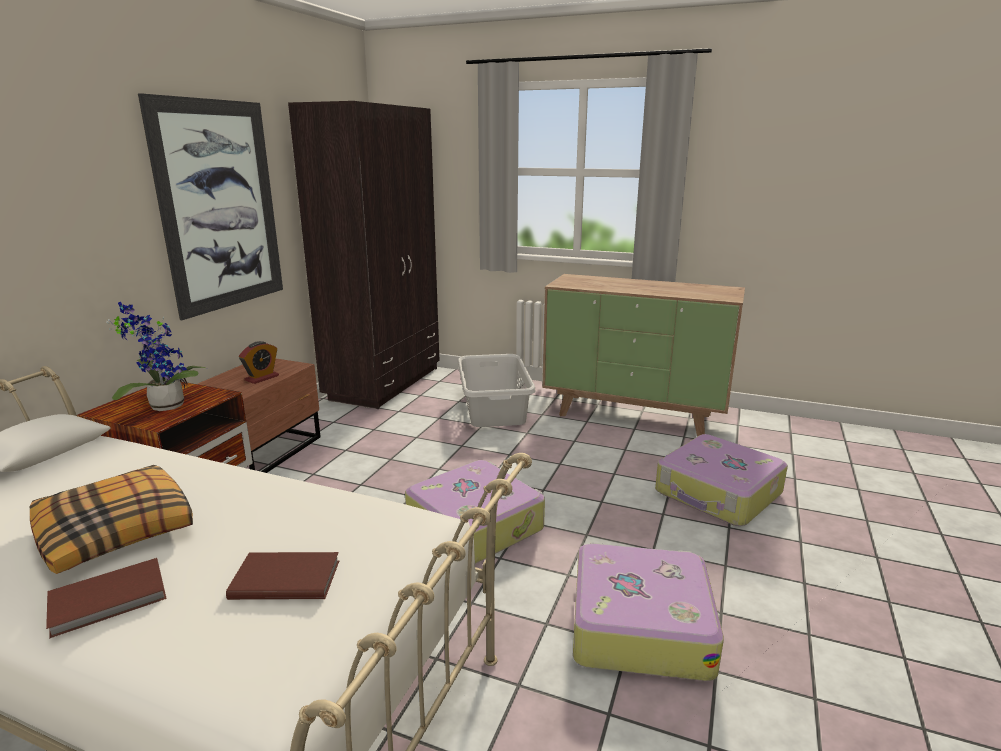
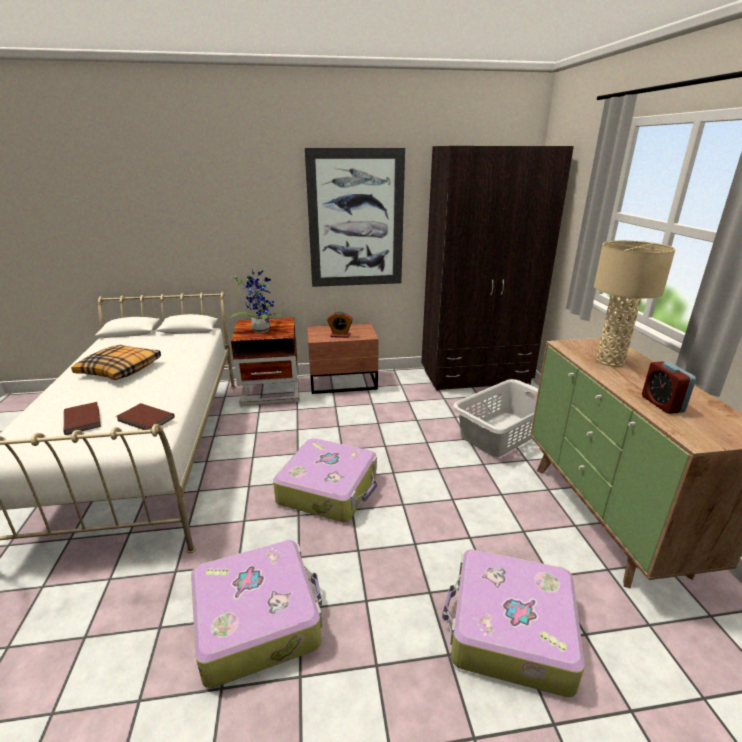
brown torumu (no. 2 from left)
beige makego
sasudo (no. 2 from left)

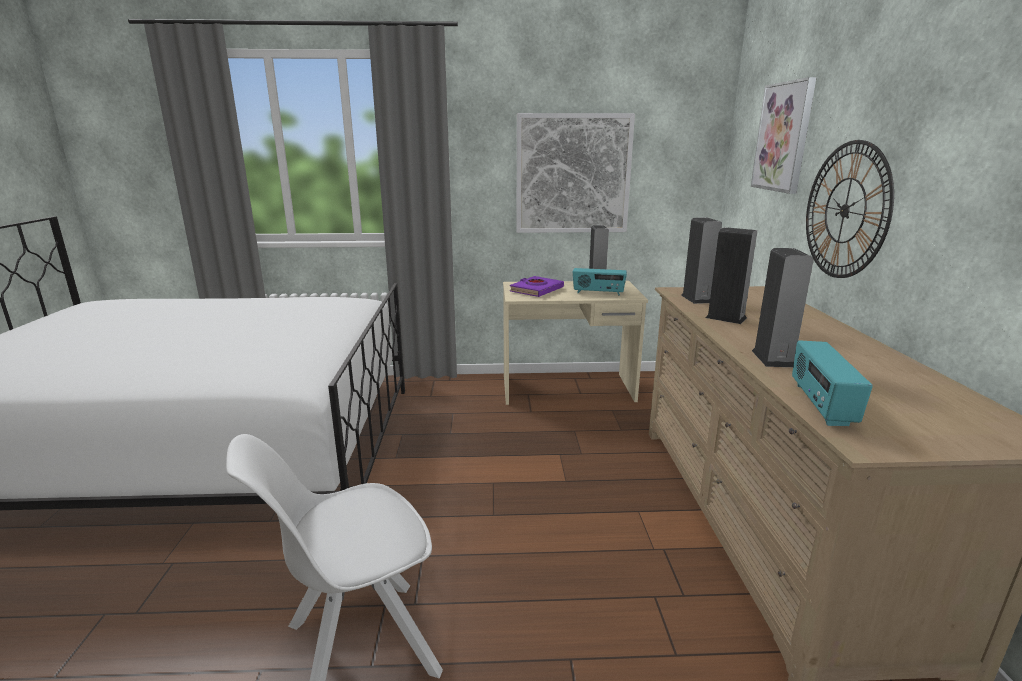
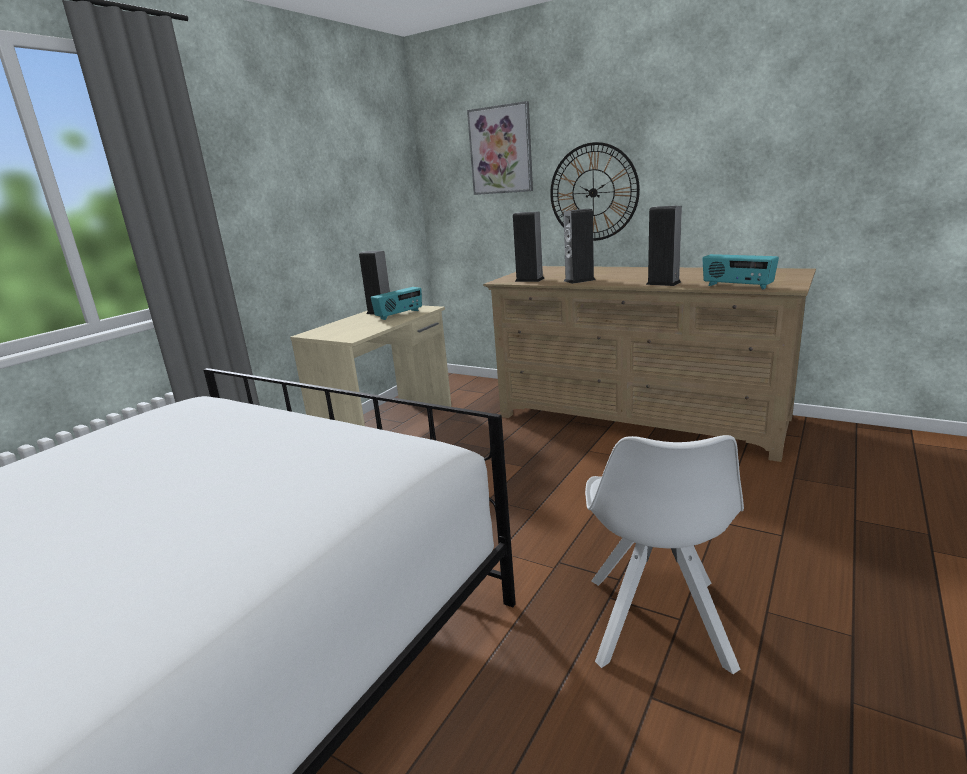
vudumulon (no. 1 from left in the first image)
purple torumu

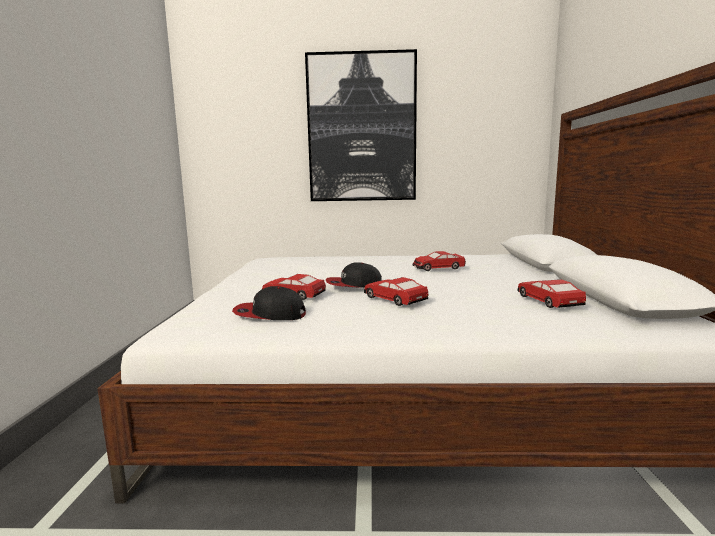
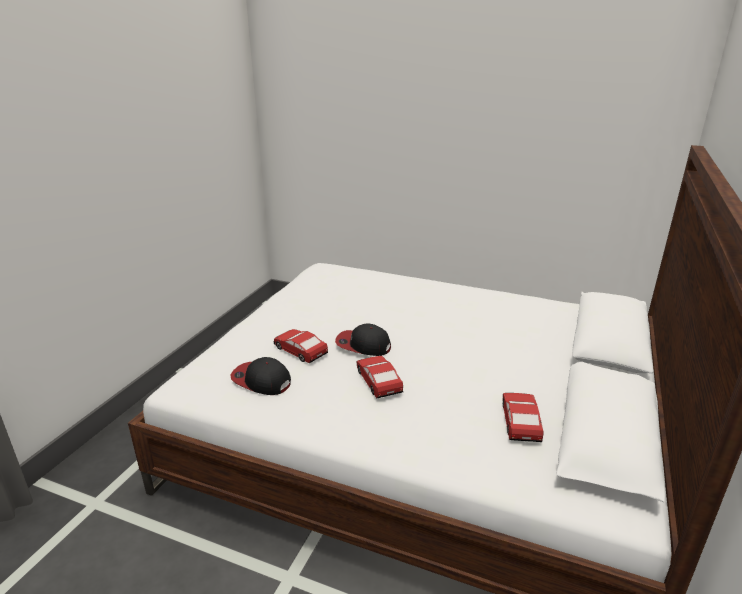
vudumulon
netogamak (no. 3 from left in the first image)

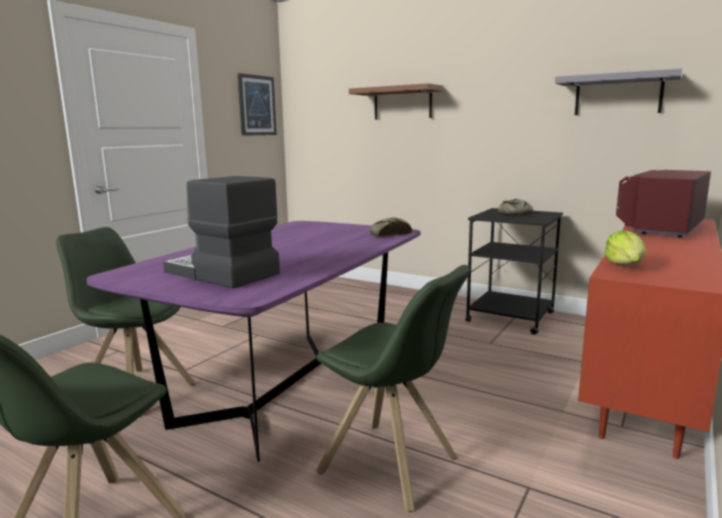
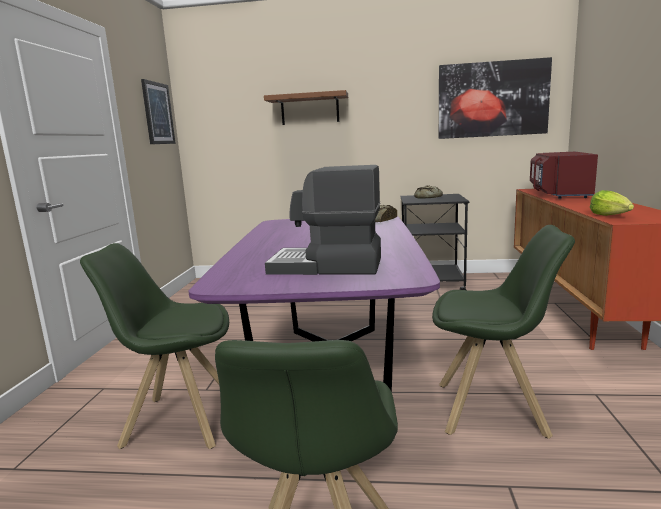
vudumulon (no. 2 from left)

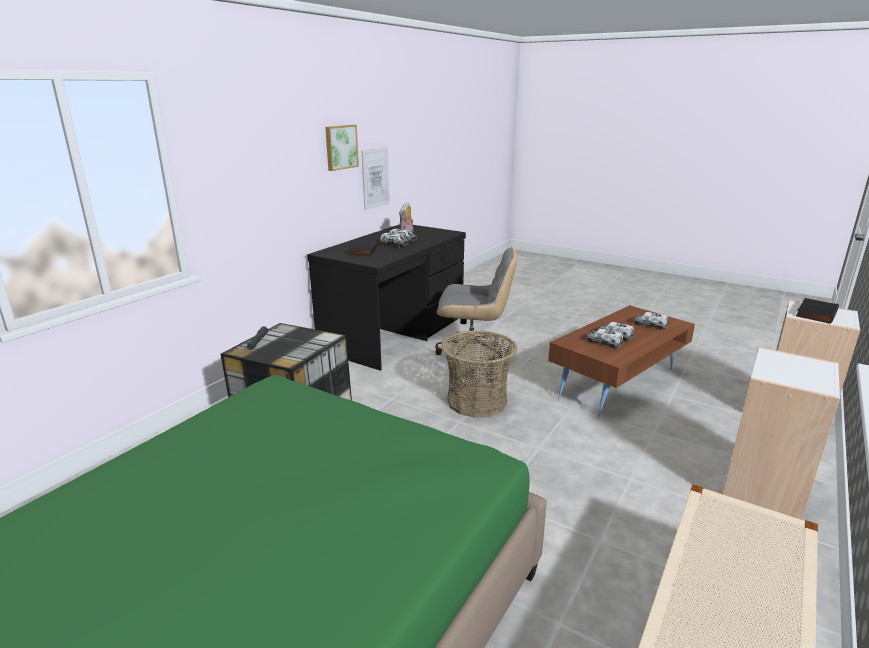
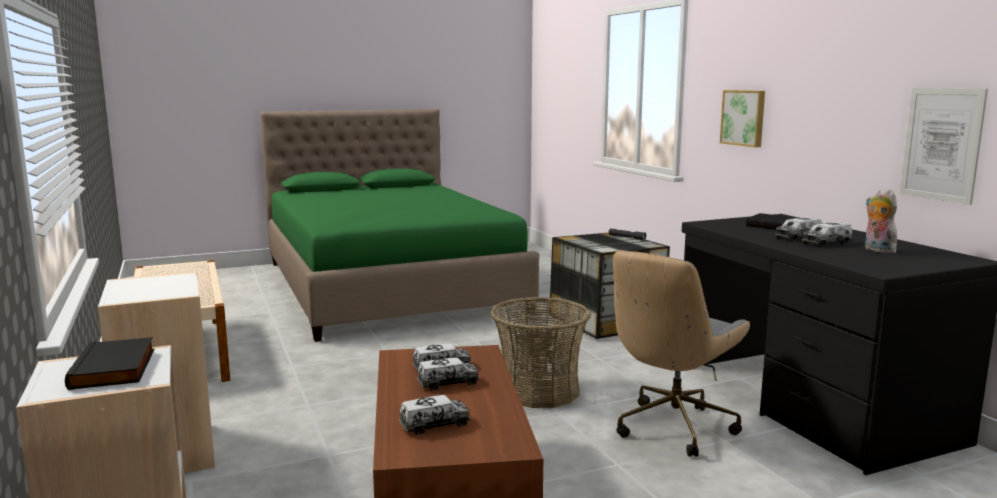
vudumulon (no. 1 from left)

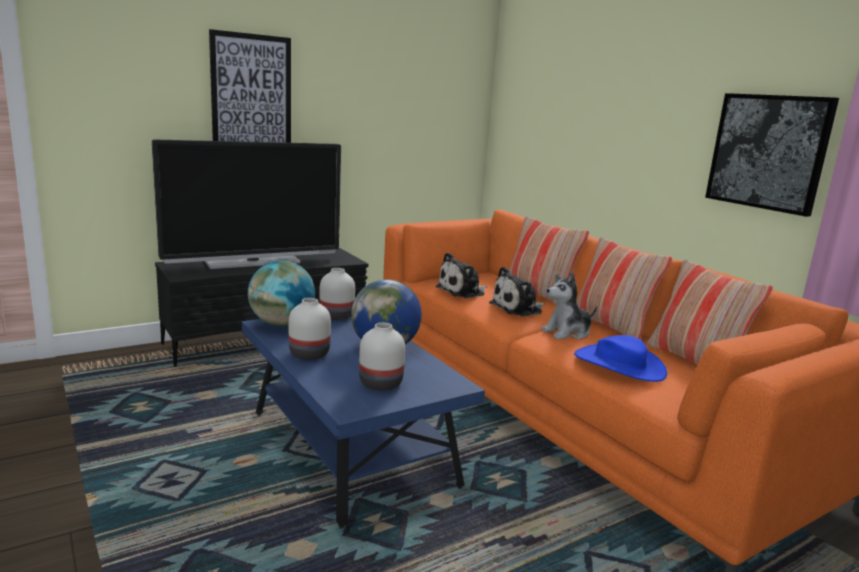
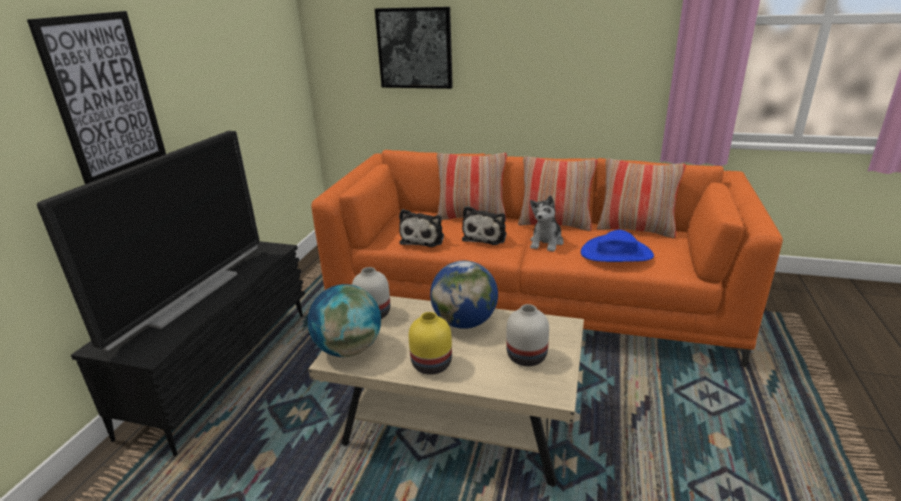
vudumulon (no. 2 from left)
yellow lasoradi
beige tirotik

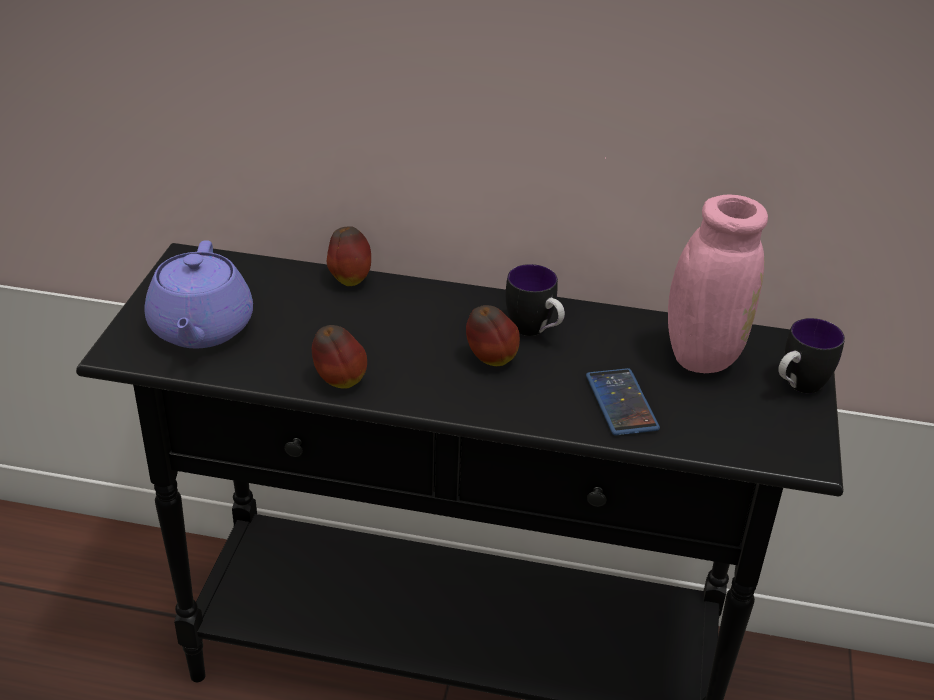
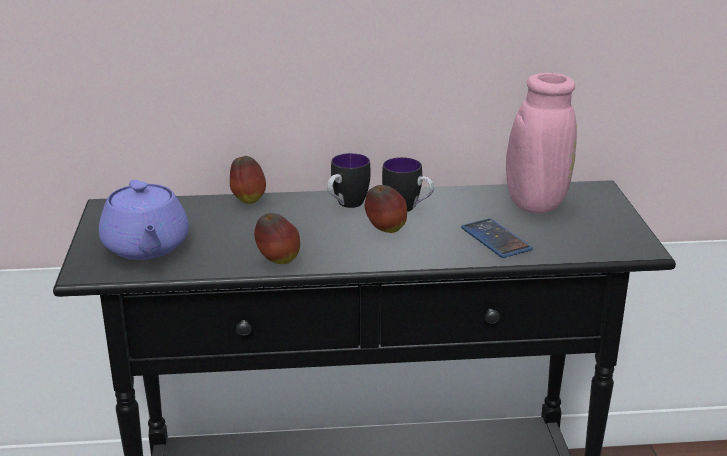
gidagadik (no. 1 from left)

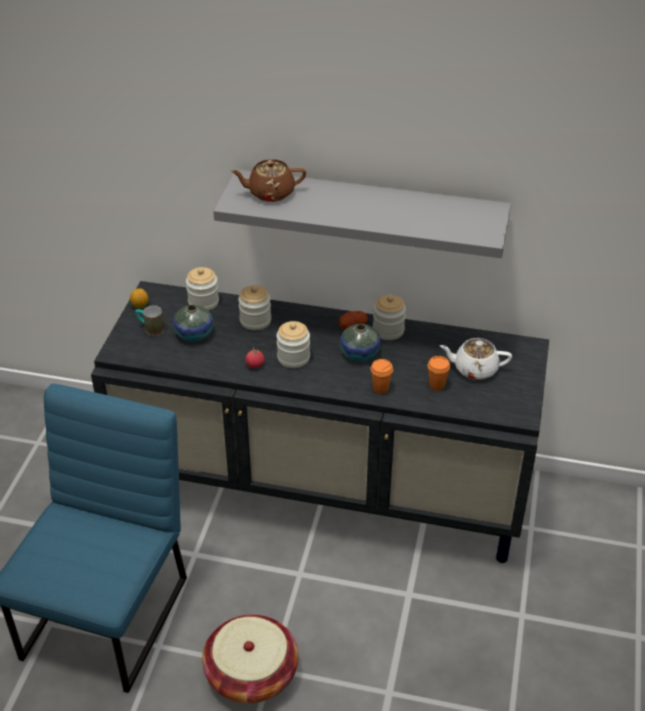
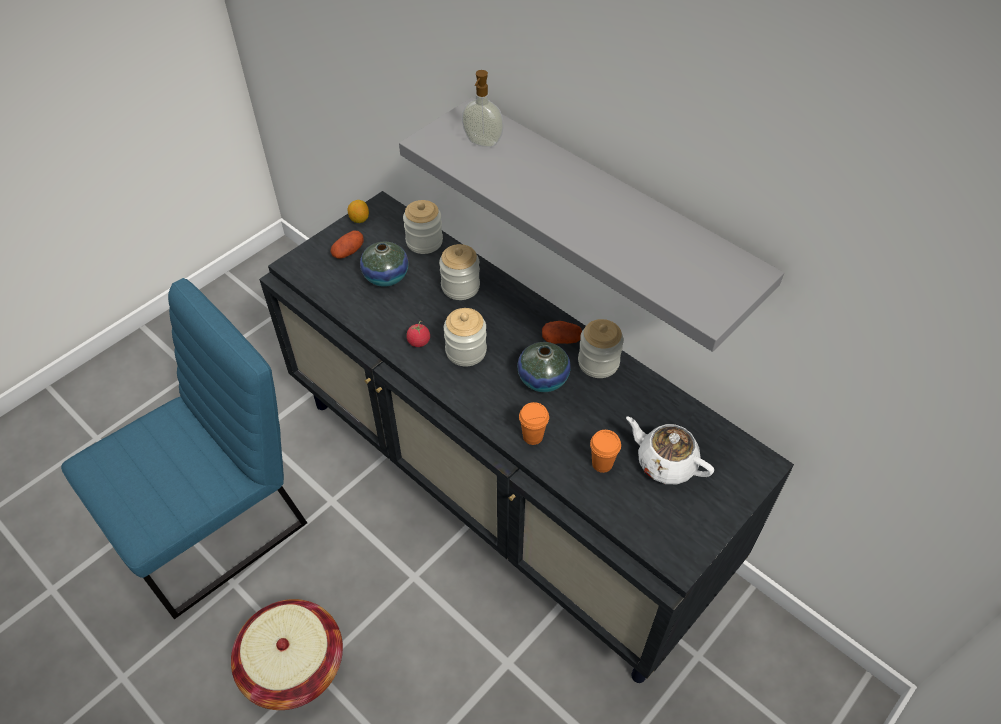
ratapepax
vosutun (no. 1 from left)

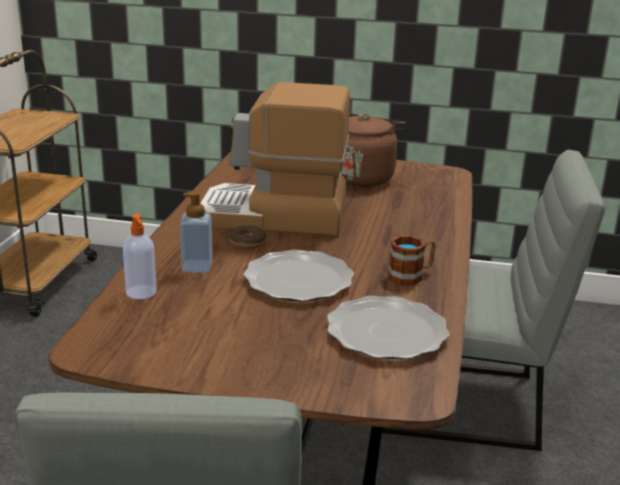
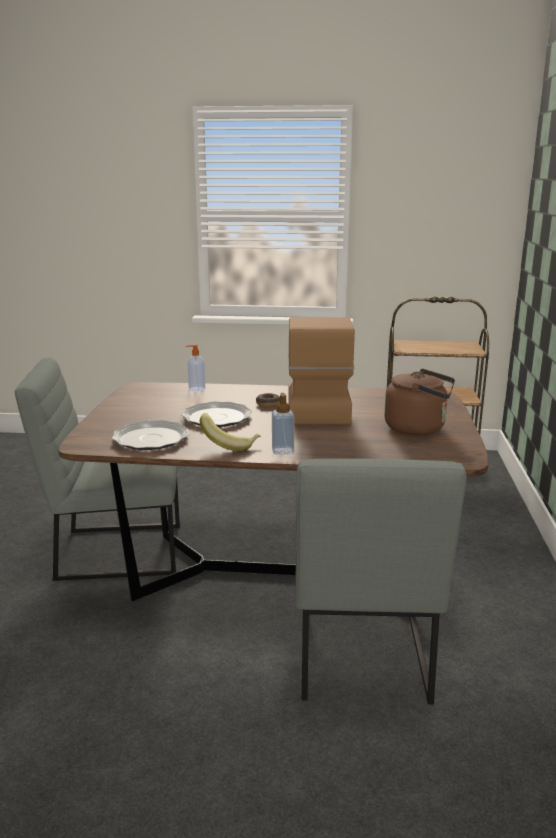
ratapepax (no. 2 from left)
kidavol

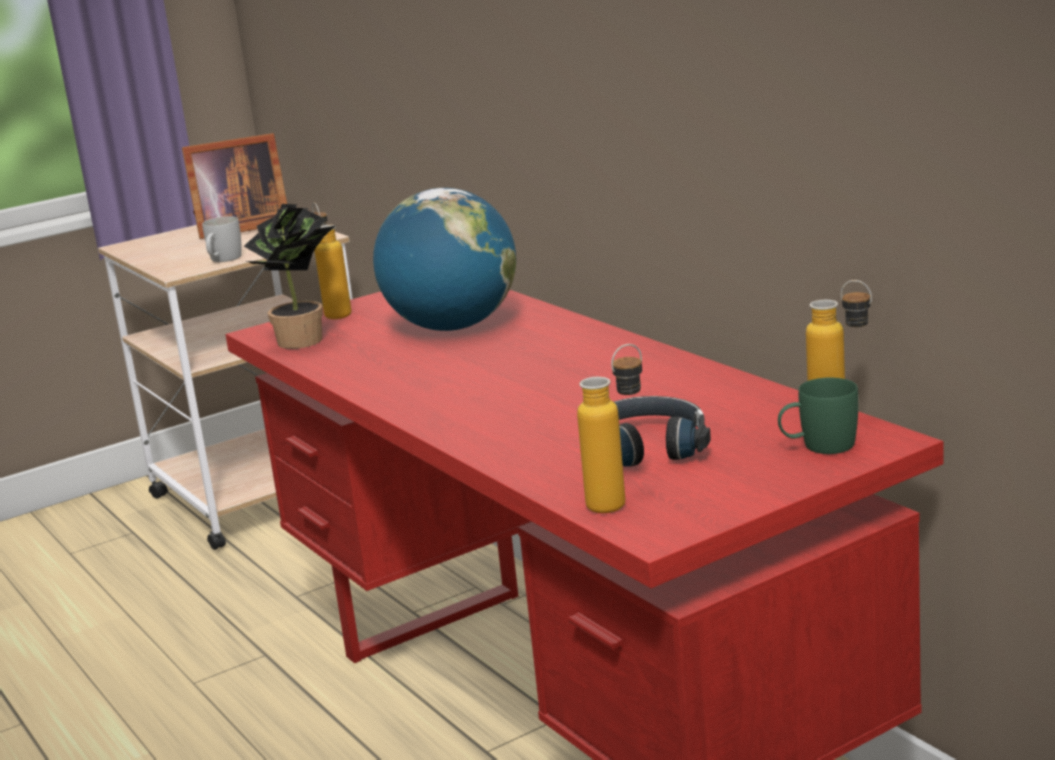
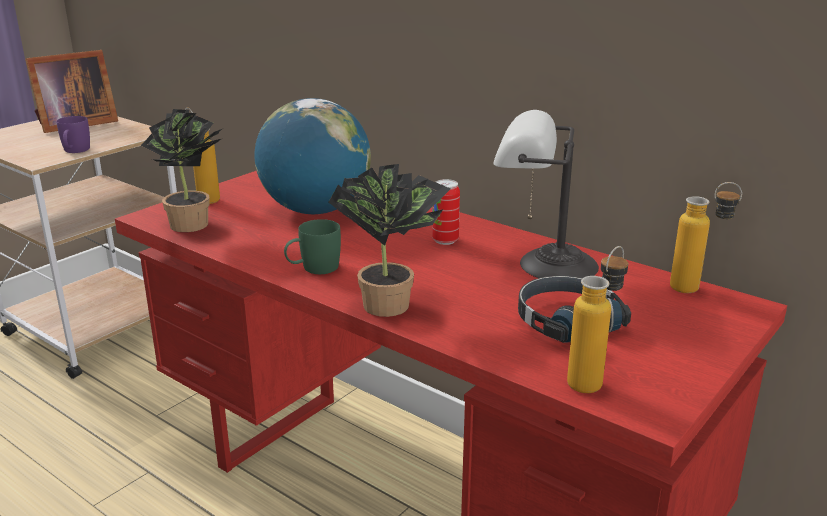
purple gidagadik
green gidagadik
makego
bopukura (no. 2 from left)
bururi

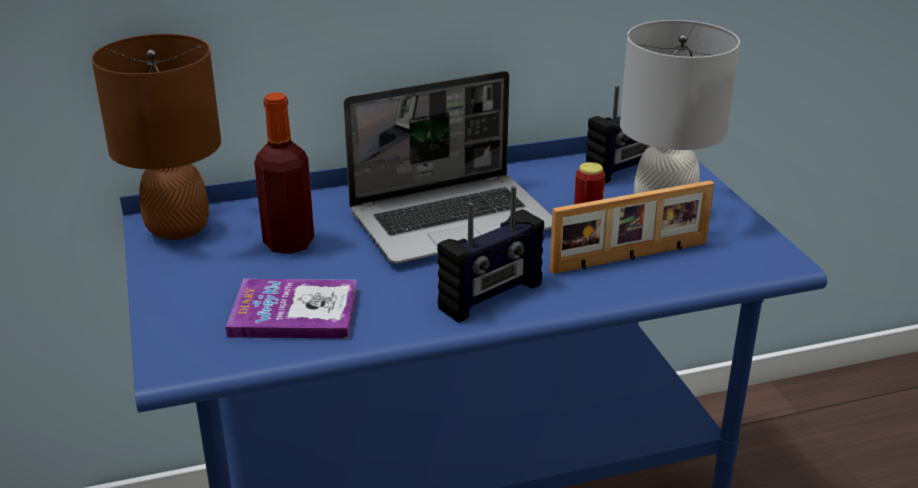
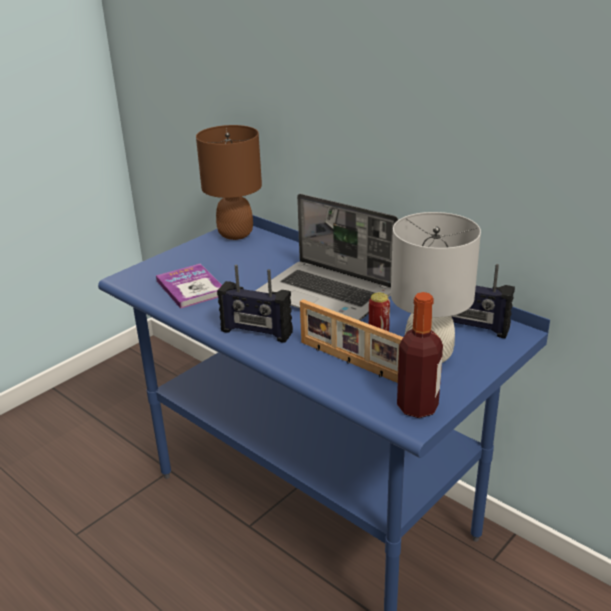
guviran

